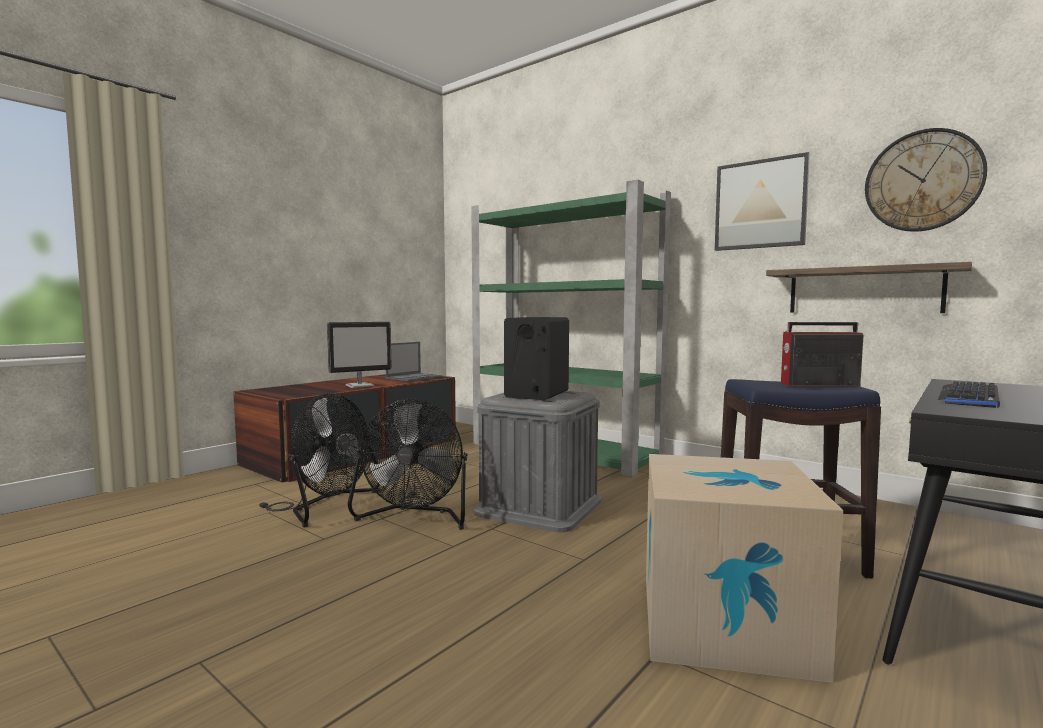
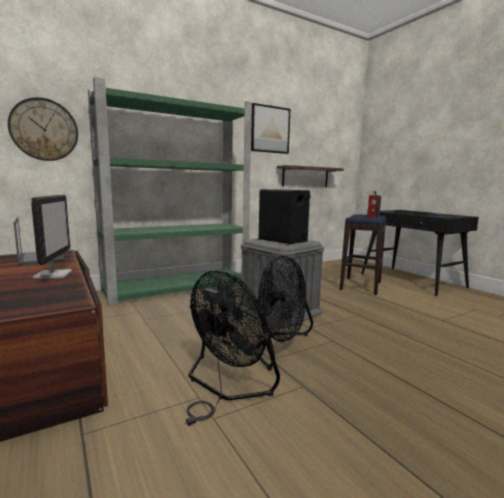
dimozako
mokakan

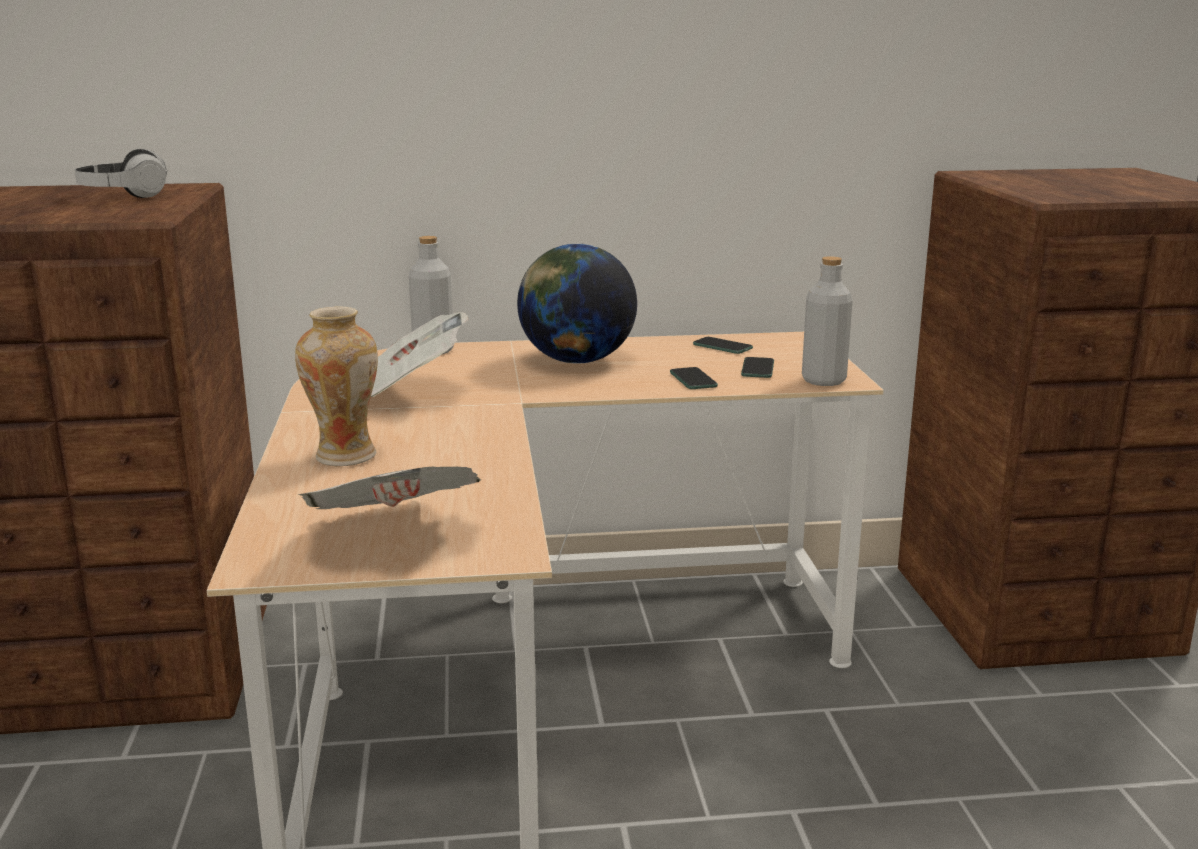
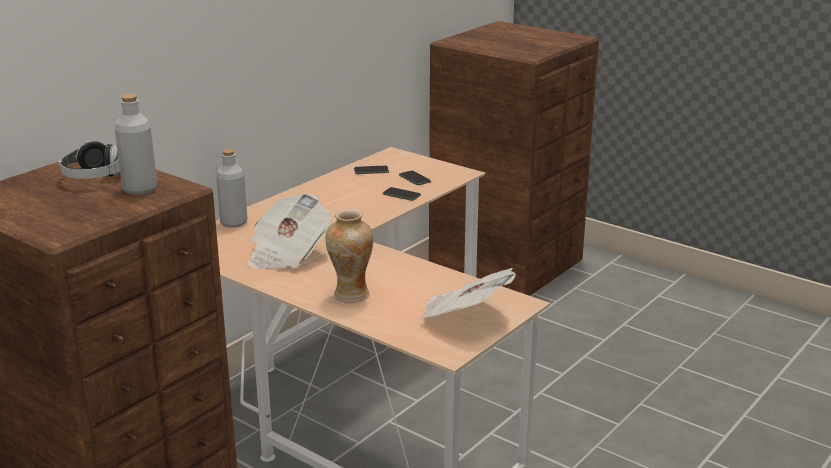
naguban
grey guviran (no. 1 from left)

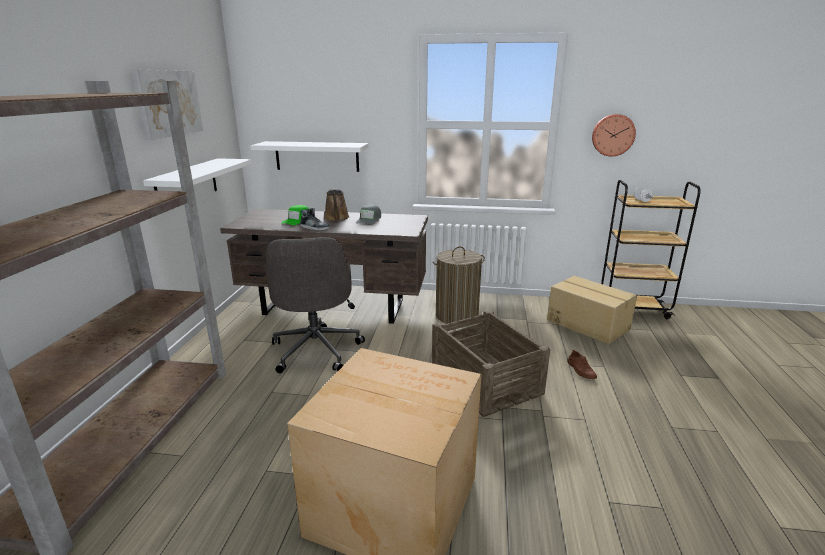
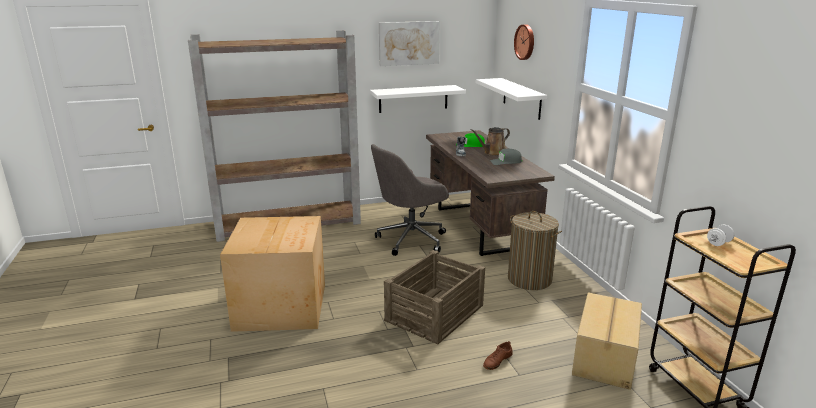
dimozako

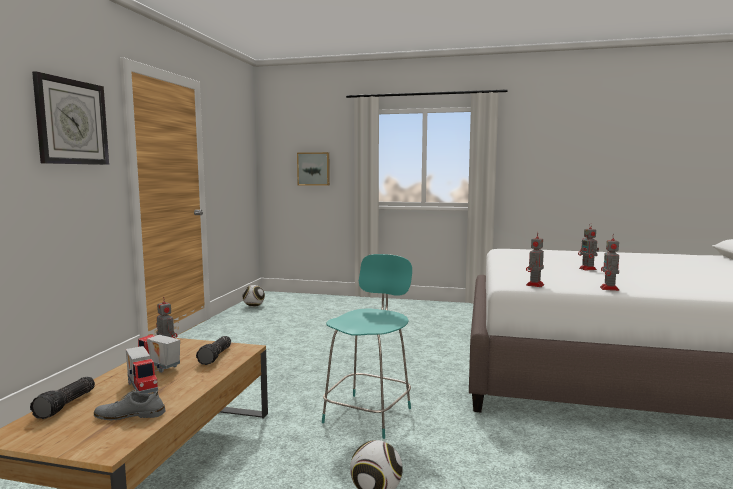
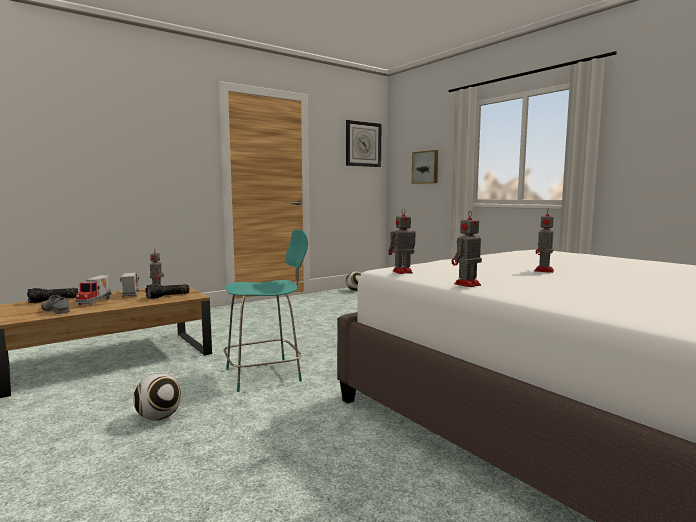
dimozako

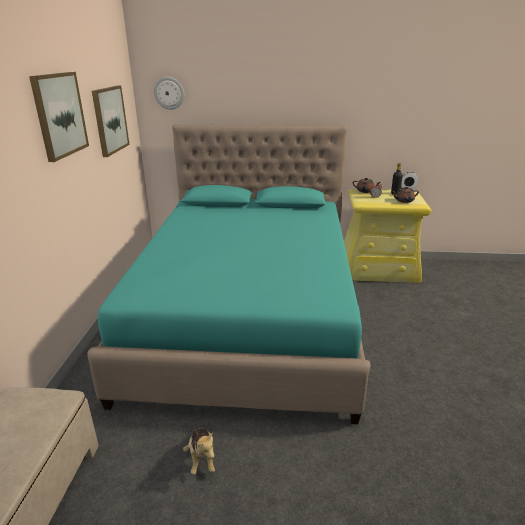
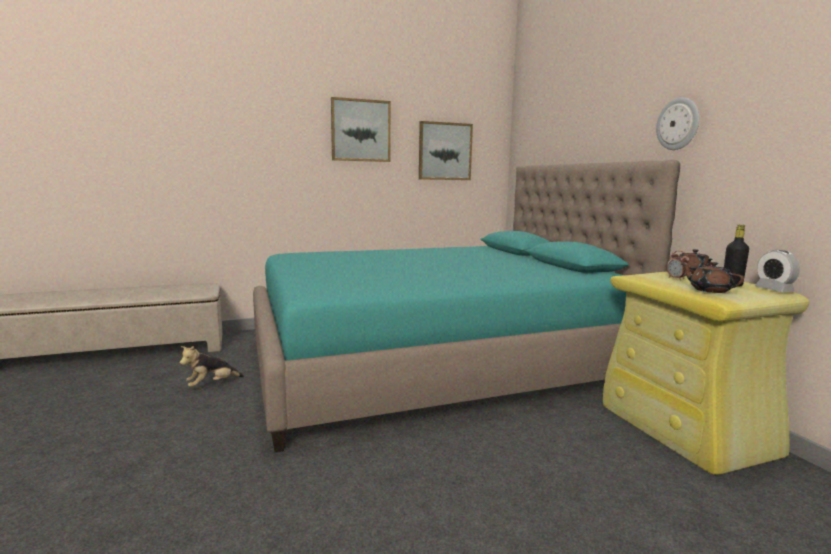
dimozako

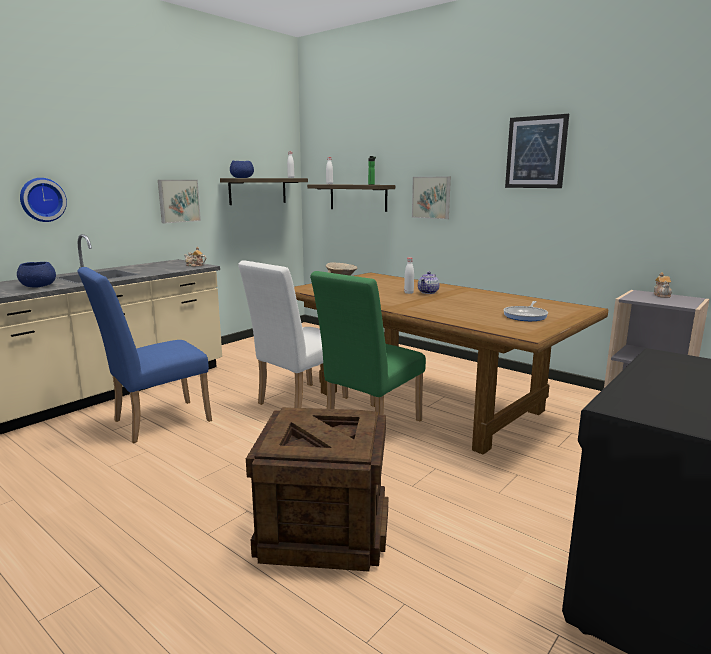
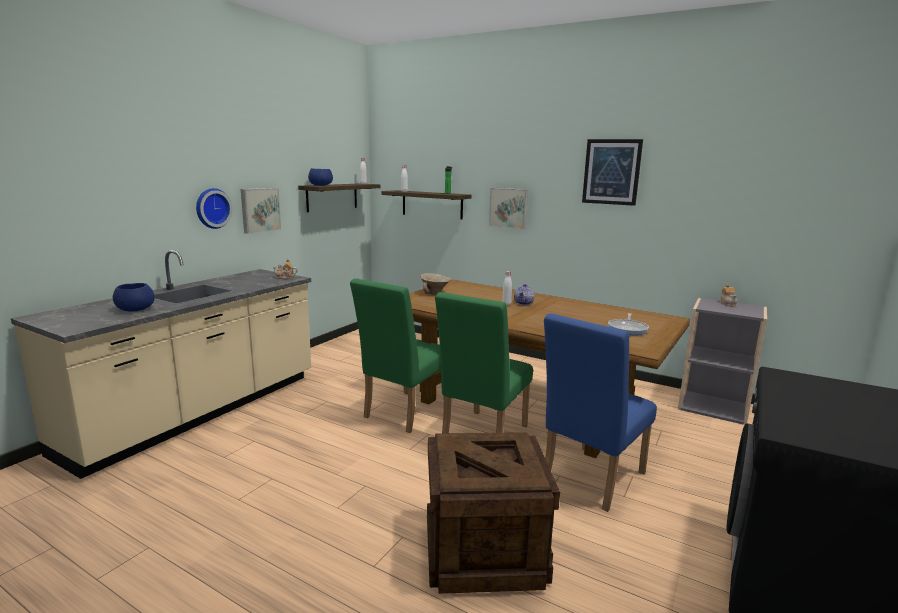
dimozako
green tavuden (no. 1 from left)
blue tavuden

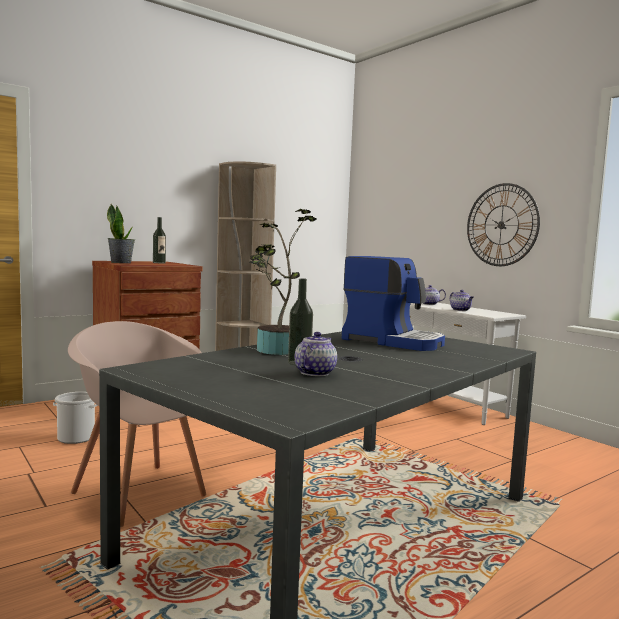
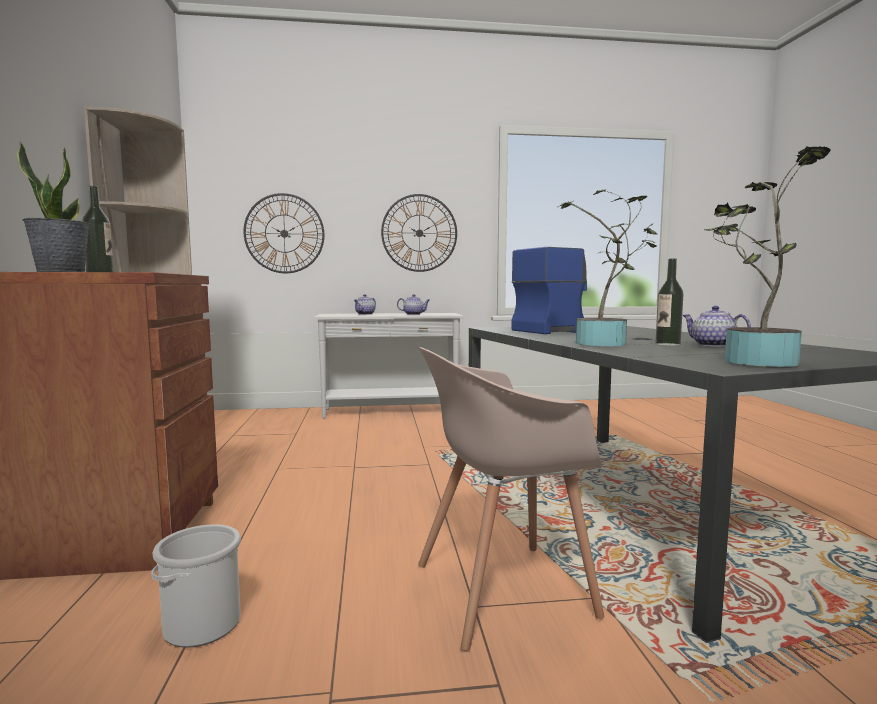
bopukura (no. 3 from left)
dimozako (no. 1 from left)

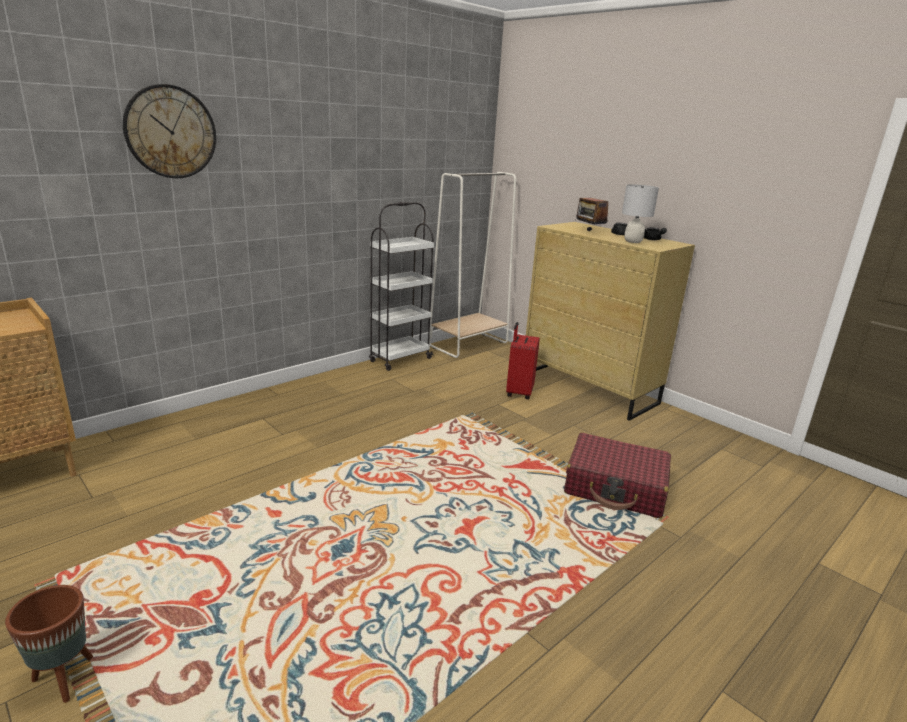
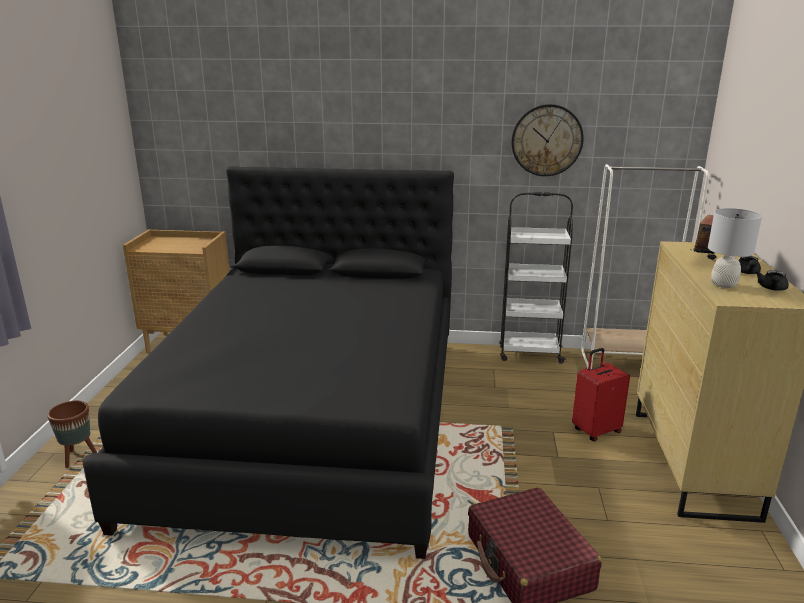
dimozako
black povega

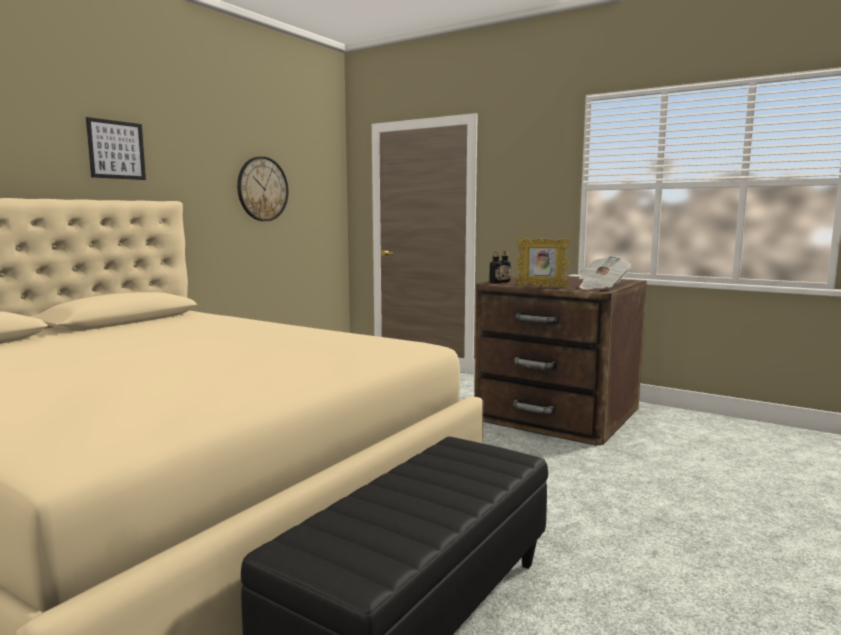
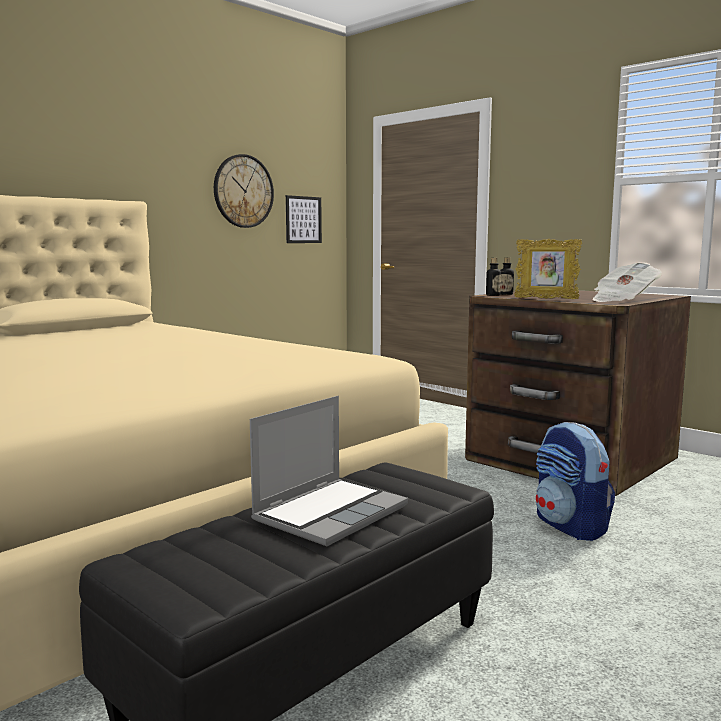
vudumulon
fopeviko
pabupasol

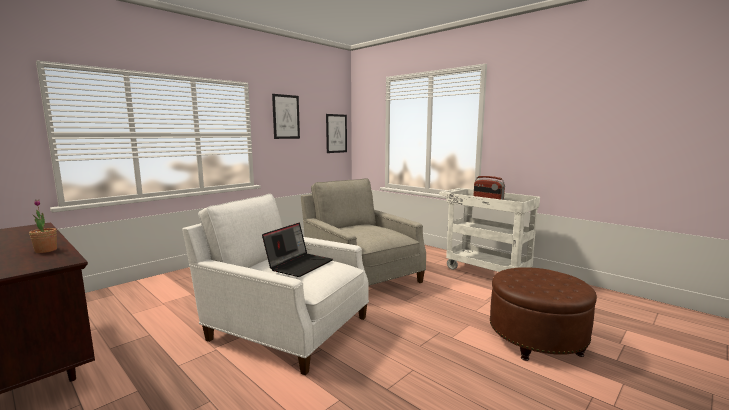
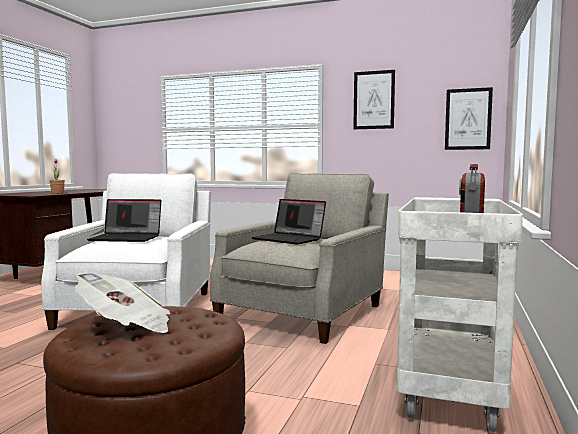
fopeviko (no. 2 from left)
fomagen

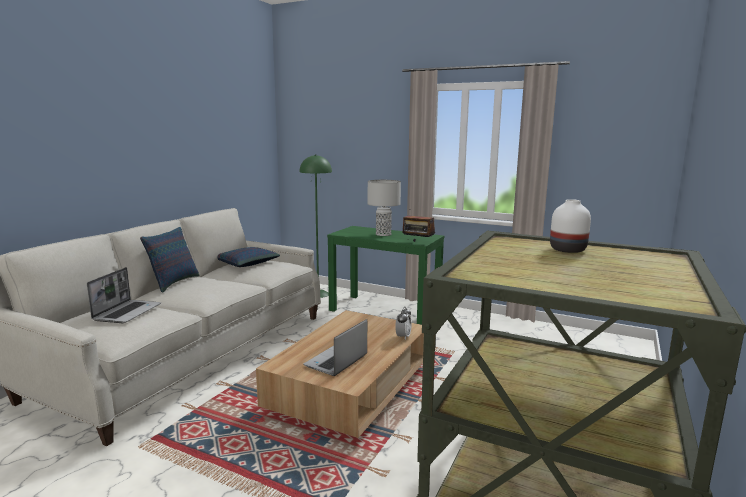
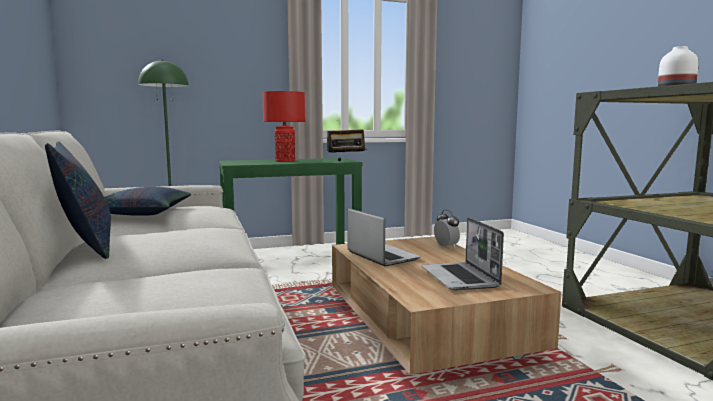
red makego
fopeviko (no. 1 from left)

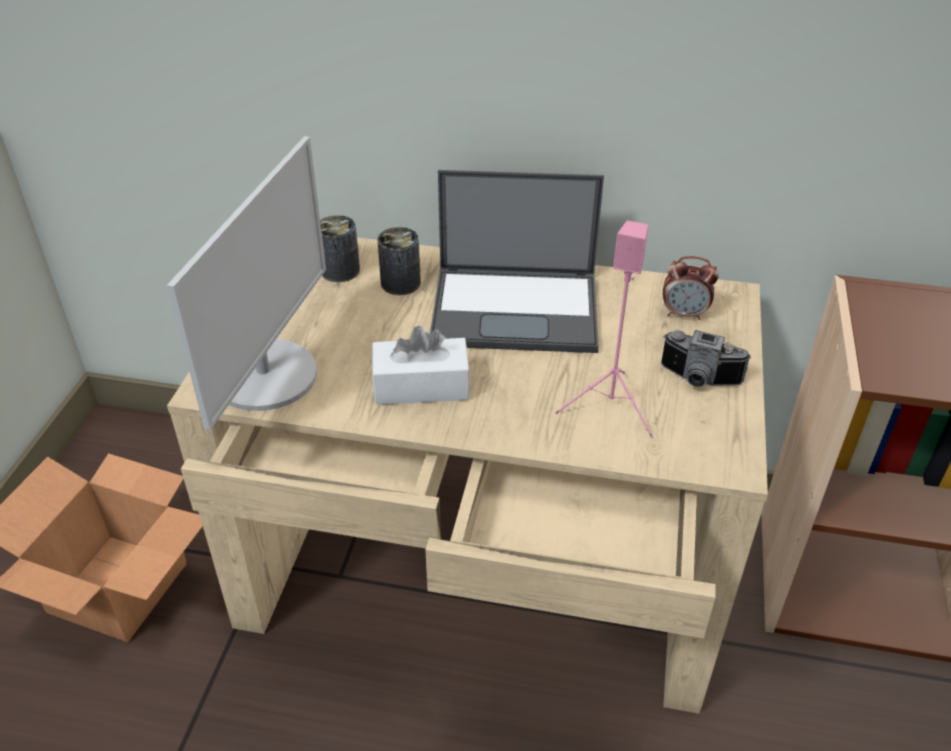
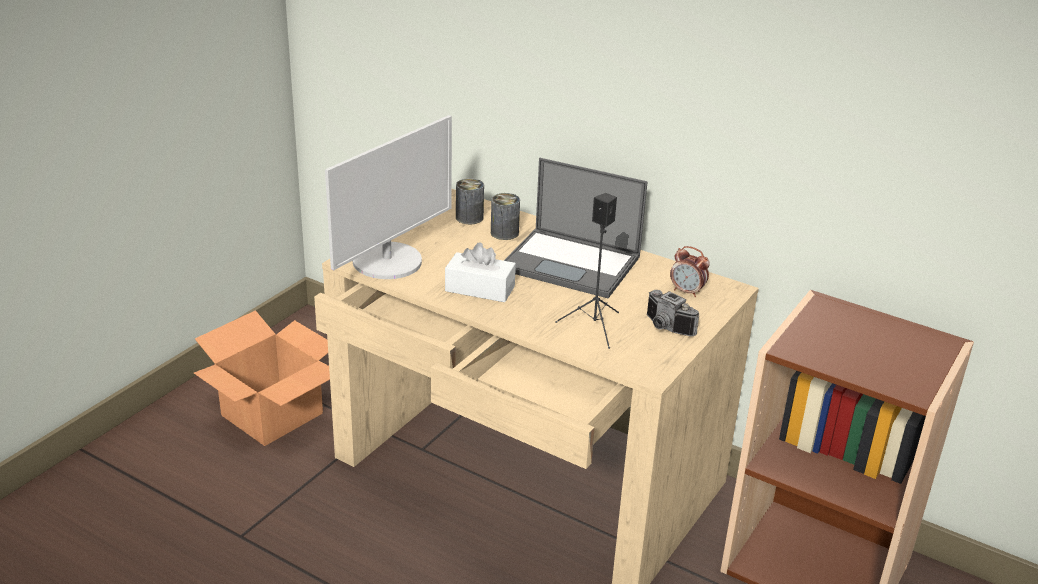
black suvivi

